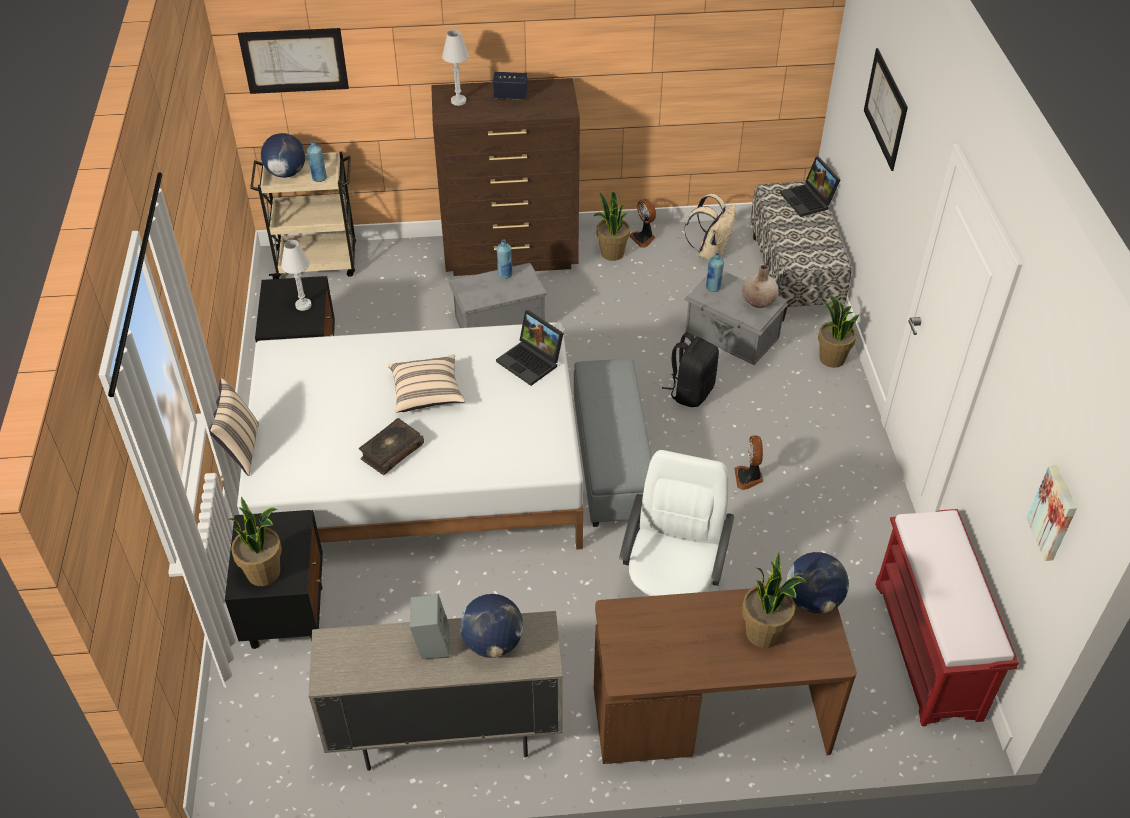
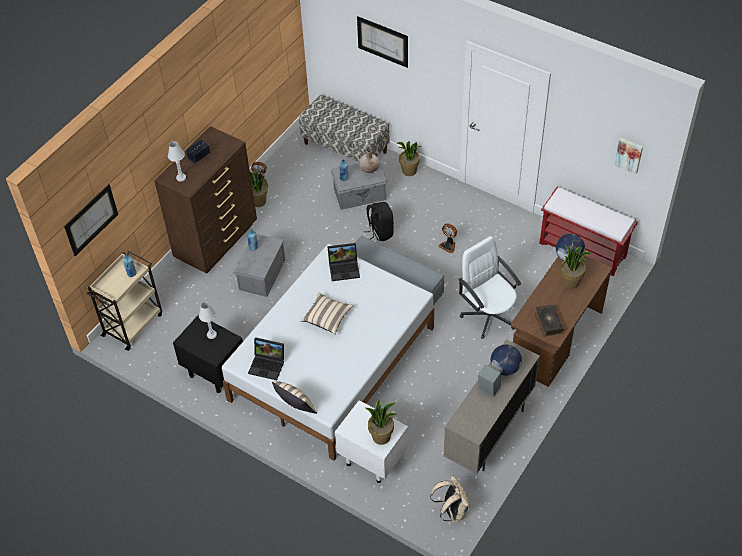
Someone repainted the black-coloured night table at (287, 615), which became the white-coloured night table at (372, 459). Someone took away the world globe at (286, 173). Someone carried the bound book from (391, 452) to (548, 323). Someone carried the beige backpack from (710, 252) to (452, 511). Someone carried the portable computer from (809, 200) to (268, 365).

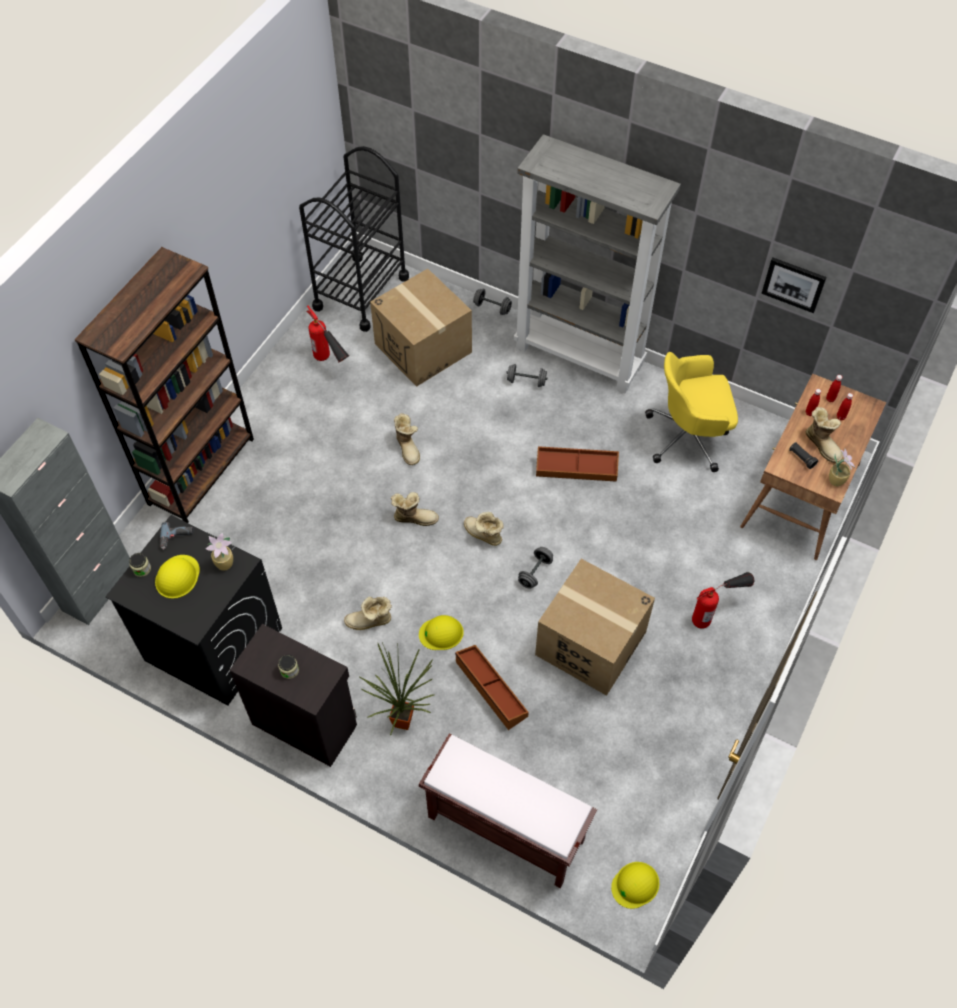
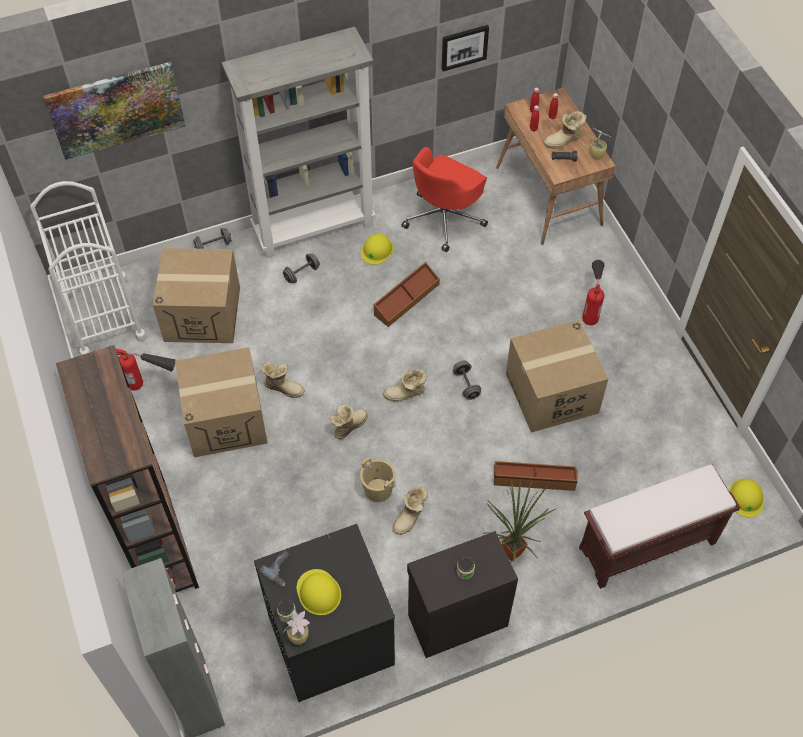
Someone carried the potted plant from (225, 564) to (299, 636). Someone repainted the black-coloured wheeled cart at (361, 292), which became the white-coloured wheeled cart at (104, 316). Someone carried the yellow work helmet from (441, 633) to (377, 250). Someone repainted the yellow desk chair at (689, 436), which became the reddish desk chair at (444, 218). Someone rotated the boot at (823, 444) by 150 degrees clockwise. Someone put up the wall art at (116, 109). Someone put down the cardboard box at (226, 418). Someone put down the beige bucket at (378, 490).

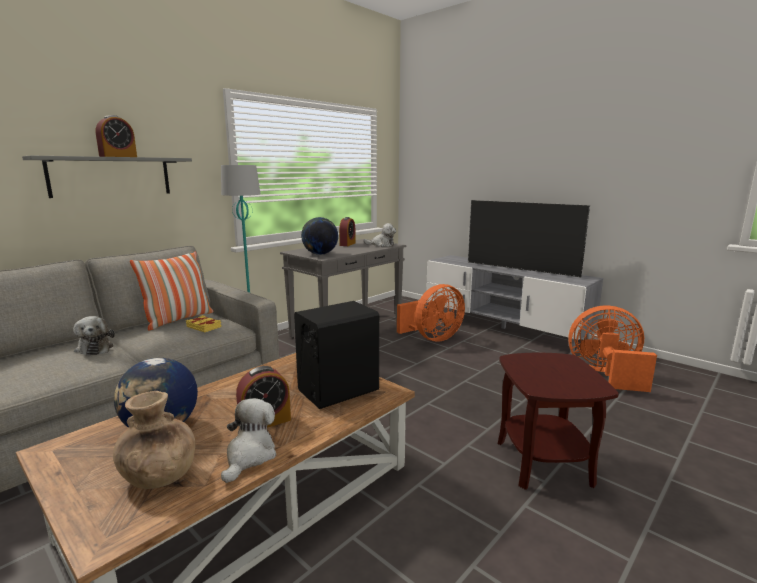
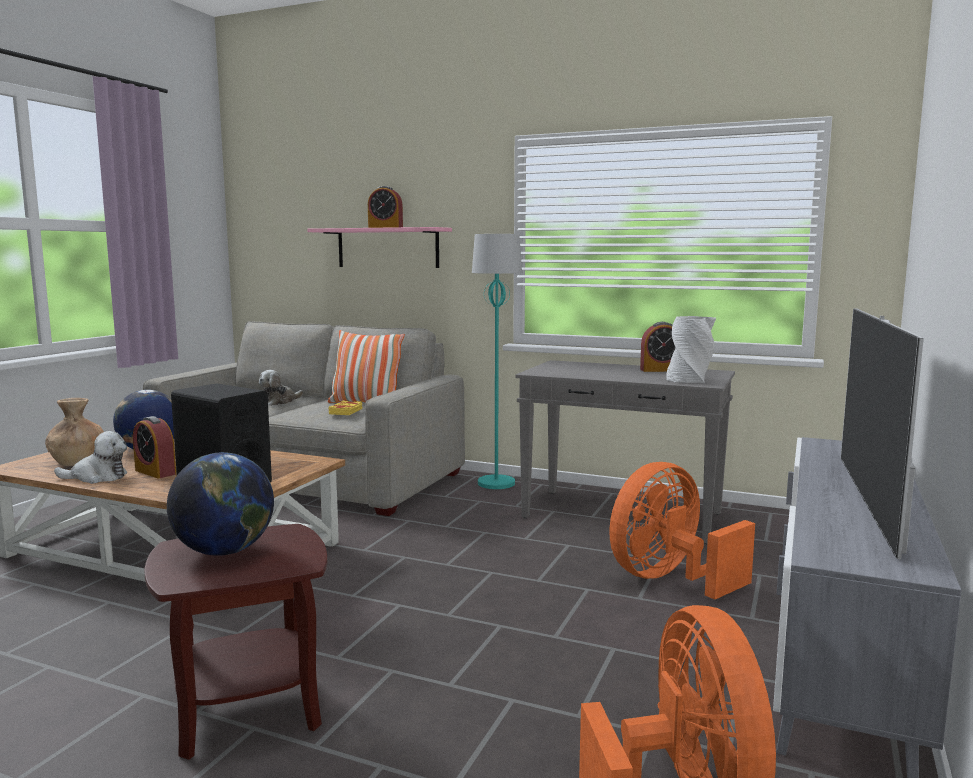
Someone repainted the gray wall shelf at (111, 176), which became the pink-coloured wall shelf at (387, 248). Someone carried the world globe from (320, 254) to (225, 552). Someone swapped the plush toy at (382, 245) for the gray vase at (689, 380). Someone rotated the orange cooling fan at (432, 338) by 105 degrees clockwise.

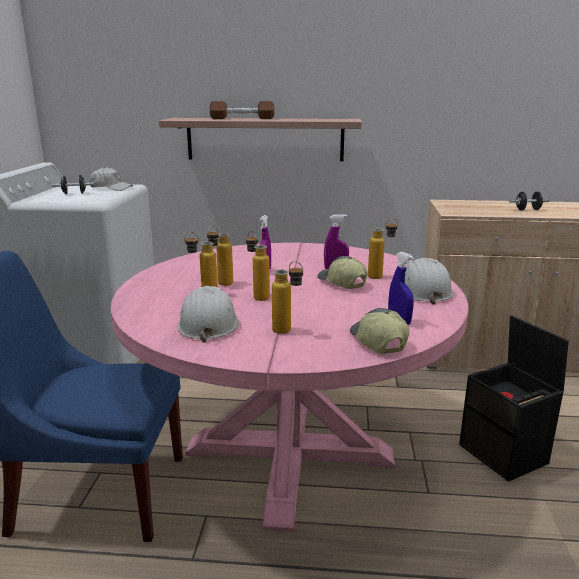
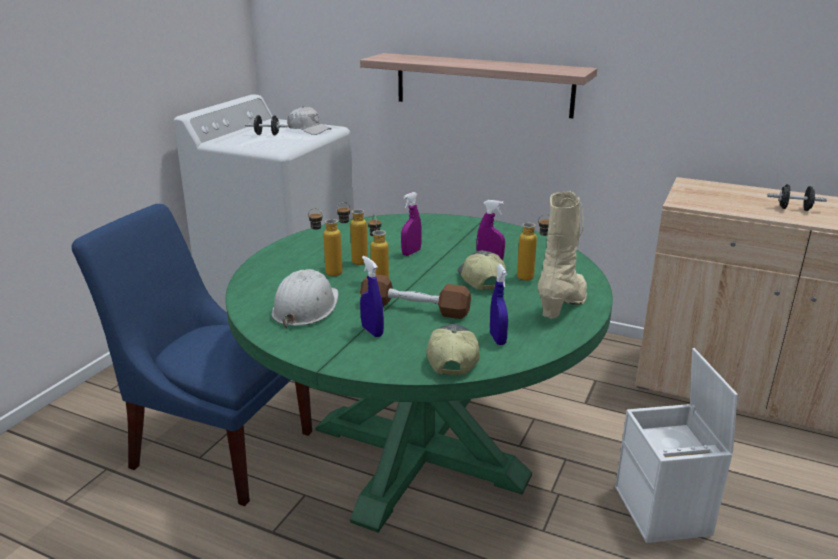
Someone repainted the pink-coloured dining table at (289, 453), which became the greenish dining table at (418, 452). Someone carried the brown hand weight from (242, 118) to (414, 308). Someone swapped the drink bottle at (288, 332) for the blue sprayer at (372, 331). Someone swapped the white-coloured work helmet at (423, 290) for the beige boot at (564, 304). Someone repainted the black-coloured storage container at (505, 454), which became the white-coloured storage container at (664, 511).

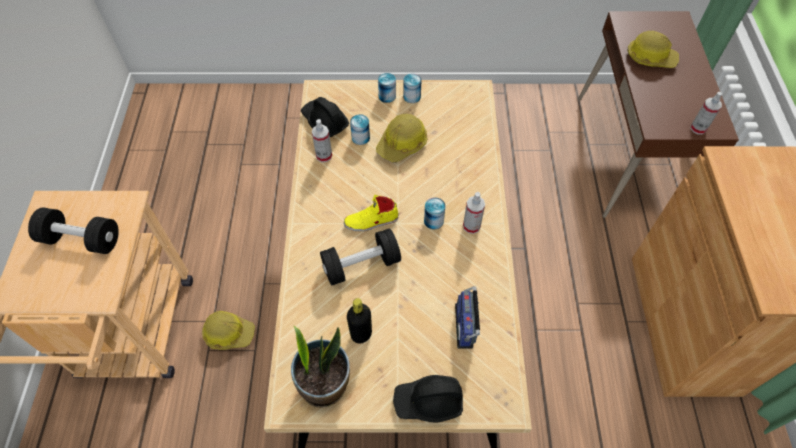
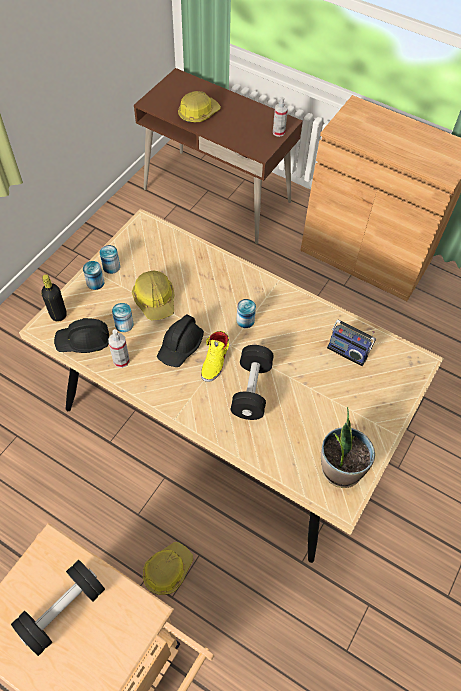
Someone carried the black-coloured drink bottle from (361, 334) to (58, 315). Someone carried the black-coloured work helmet from (428, 401) to (180, 346). Someone took away the sprayer at (471, 226).

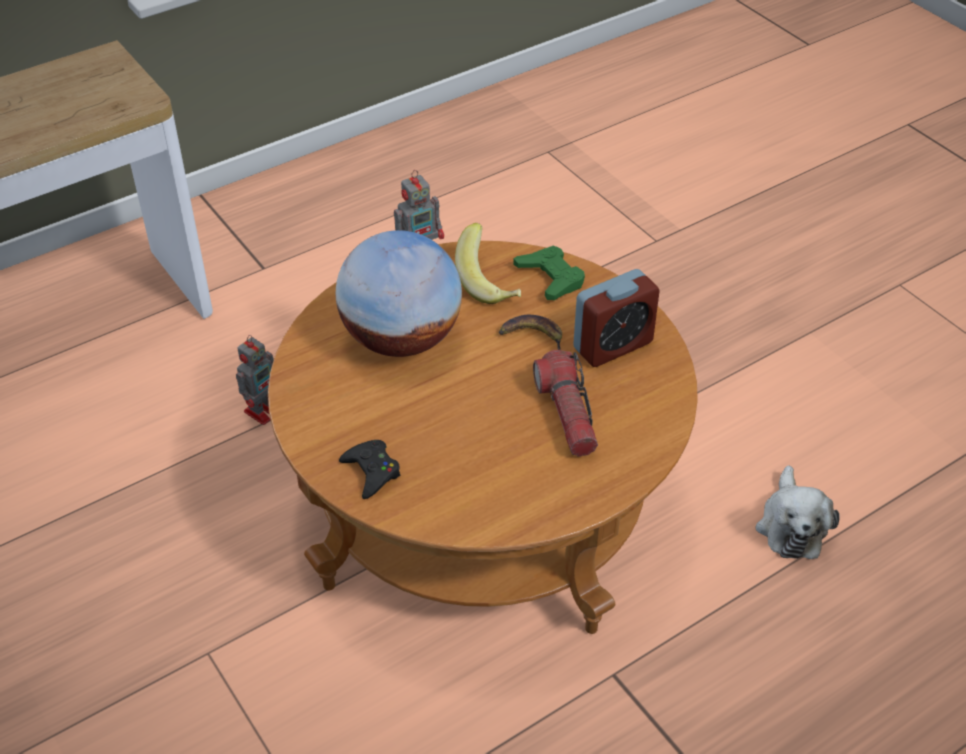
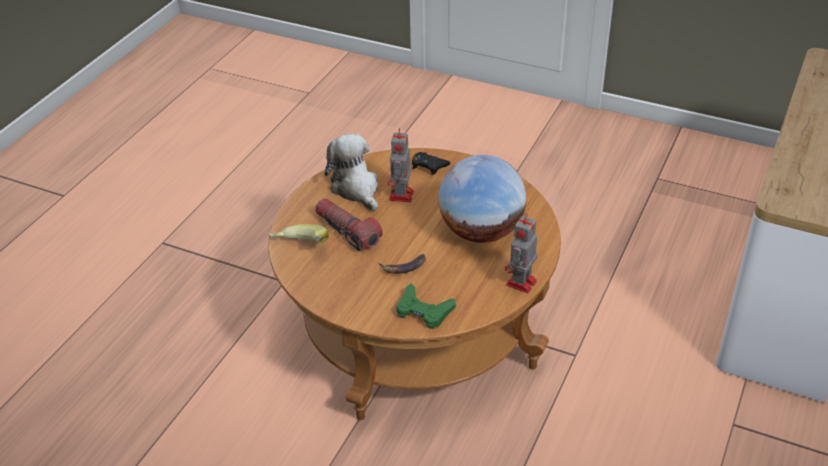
Someone carried the robot figure from (263, 410) to (401, 196). Someone carried the banana from (490, 283) to (299, 248). Someone took away the alarm clock at (613, 345). Someone carried the plush toy from (791, 525) to (356, 188).

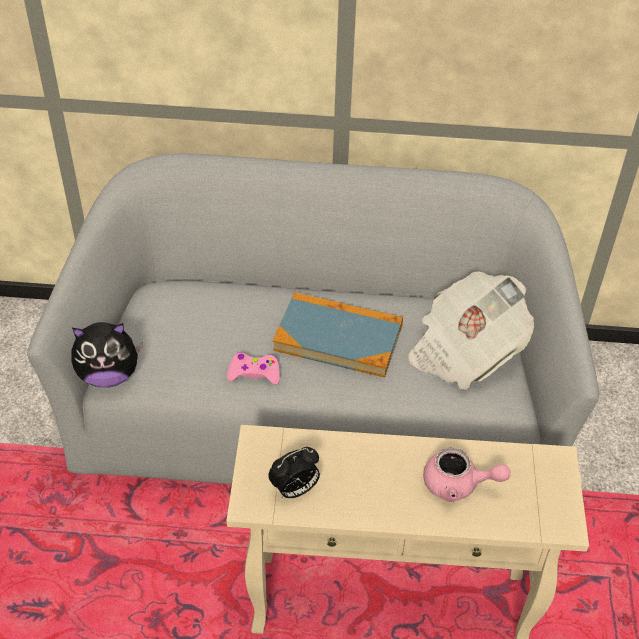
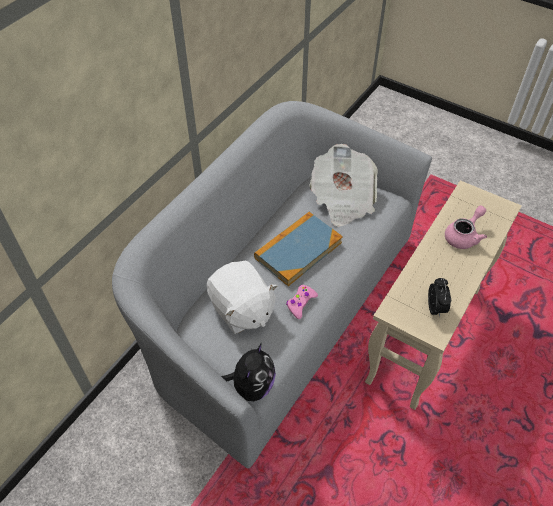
Someone put down the white-coloured plush toy at (241, 310).

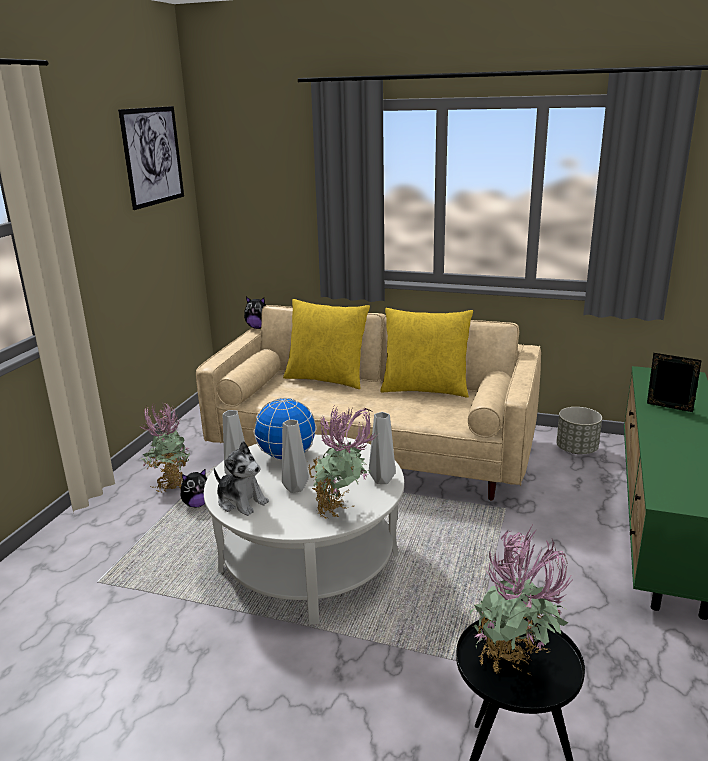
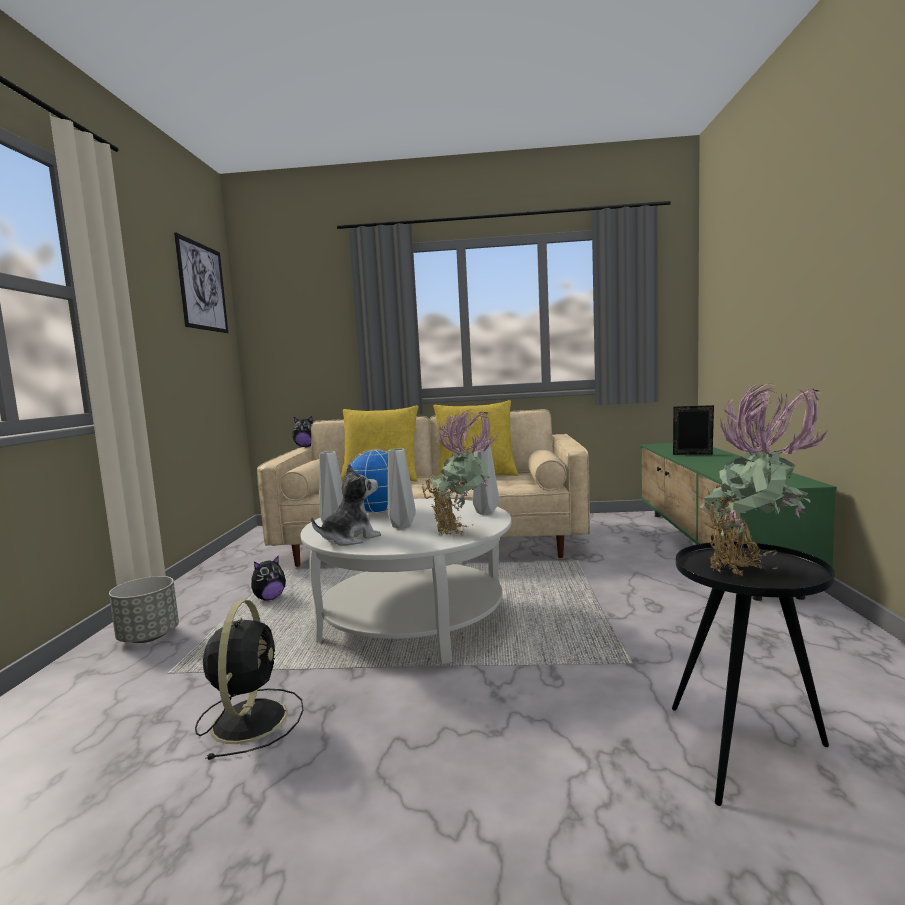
Someone took away the potted plant at (170, 484). Someone rotated the plush toy at (241, 501) by 60 degrees counterclockwise. Someone carried the gray planter from (577, 449) to (149, 637). Someone put down the black-coloured cooling fan at (250, 718).

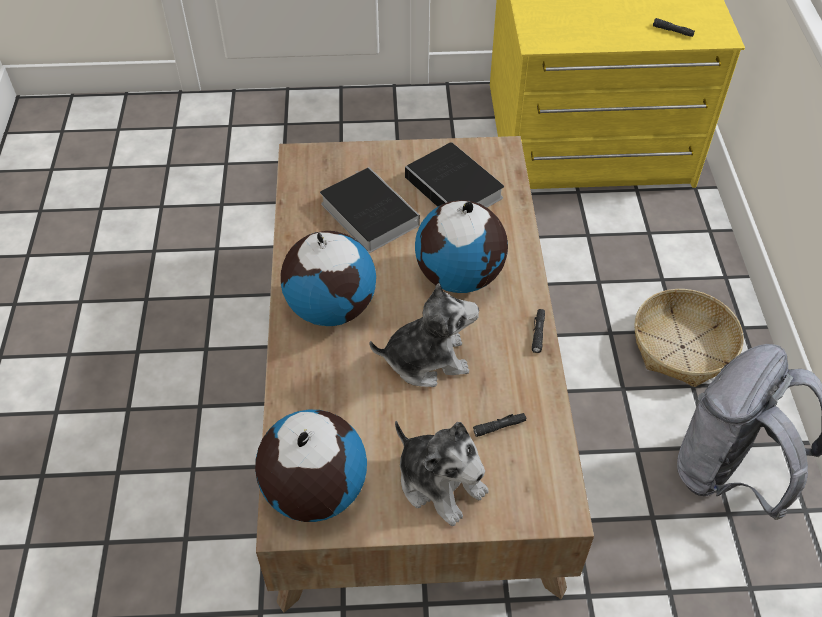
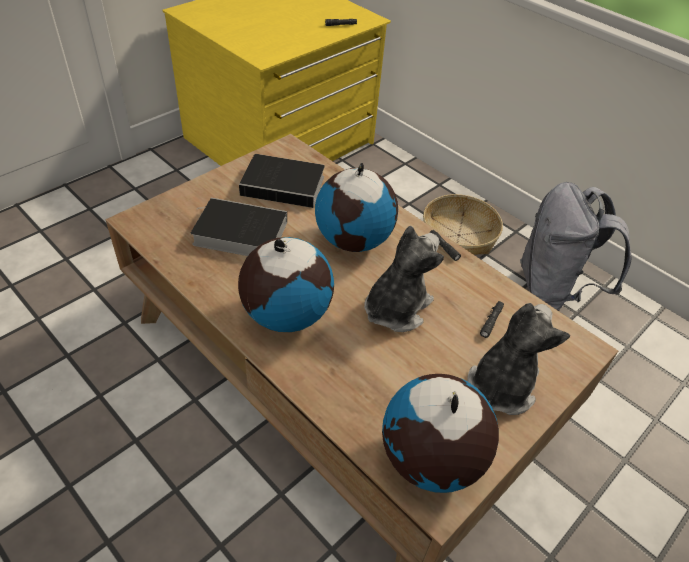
Someone rotated the plush toy at (440, 482) by 60 degrees counterclockwise.

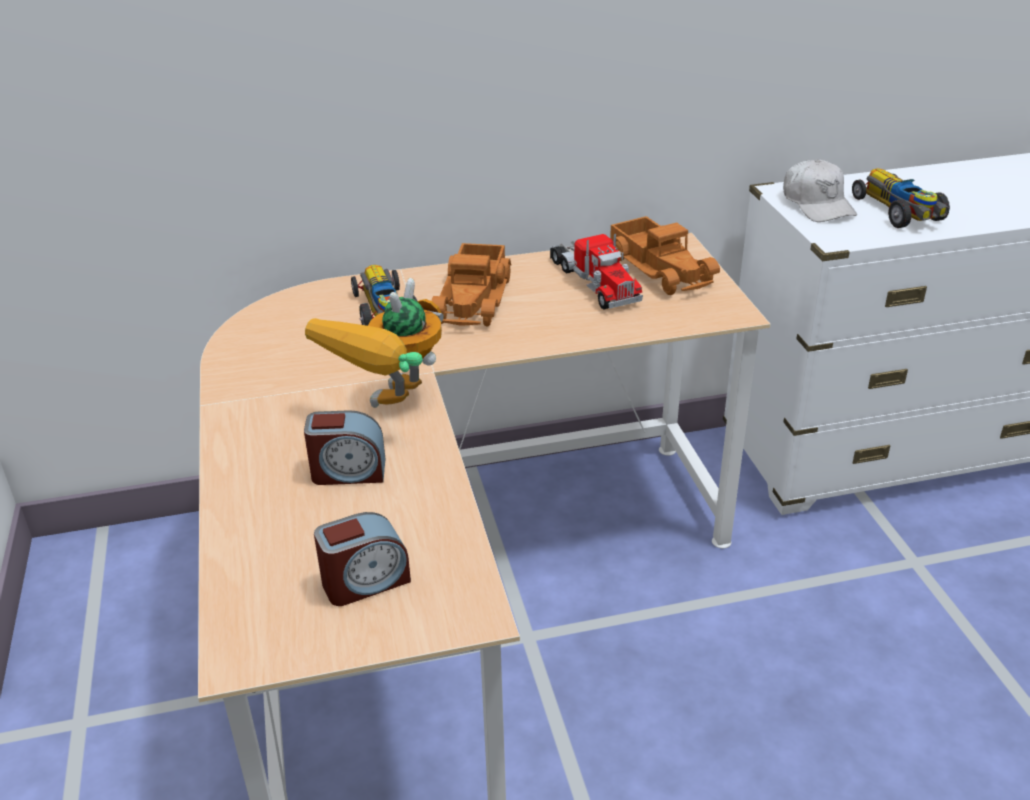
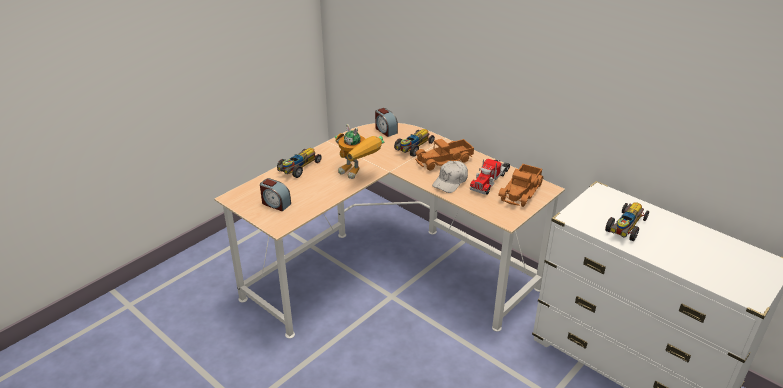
Someone carried the alarm clock from (348, 472) to (385, 130). Someone rotated the robot figure at (394, 412) by 135 degrees counterclockwise. Someone carried the white-coloured baseball cap from (817, 204) to (450, 182). Someone put down the model car at (298, 168).

